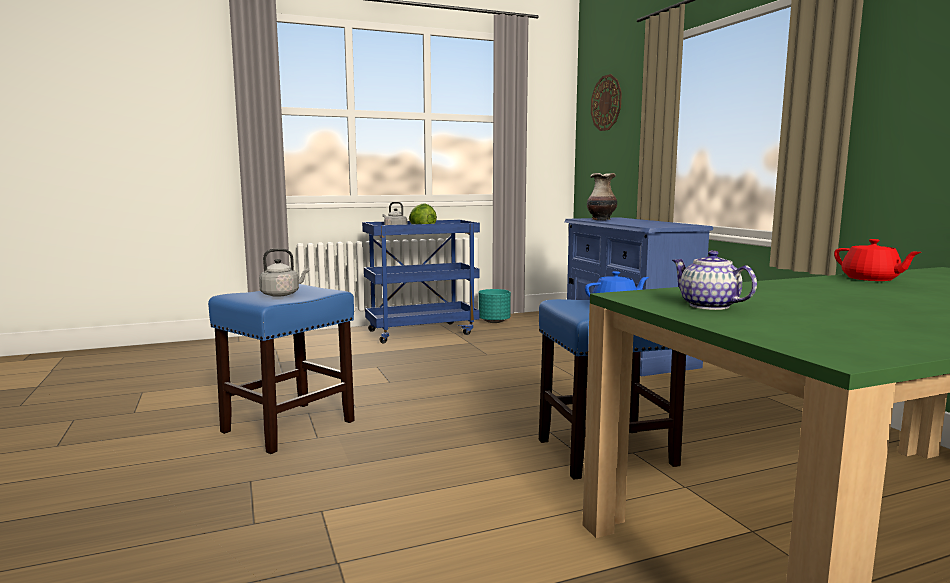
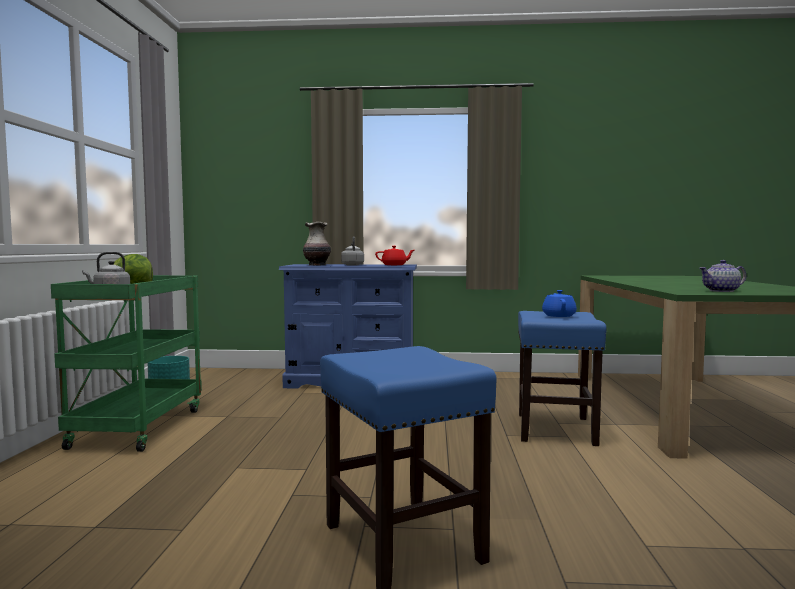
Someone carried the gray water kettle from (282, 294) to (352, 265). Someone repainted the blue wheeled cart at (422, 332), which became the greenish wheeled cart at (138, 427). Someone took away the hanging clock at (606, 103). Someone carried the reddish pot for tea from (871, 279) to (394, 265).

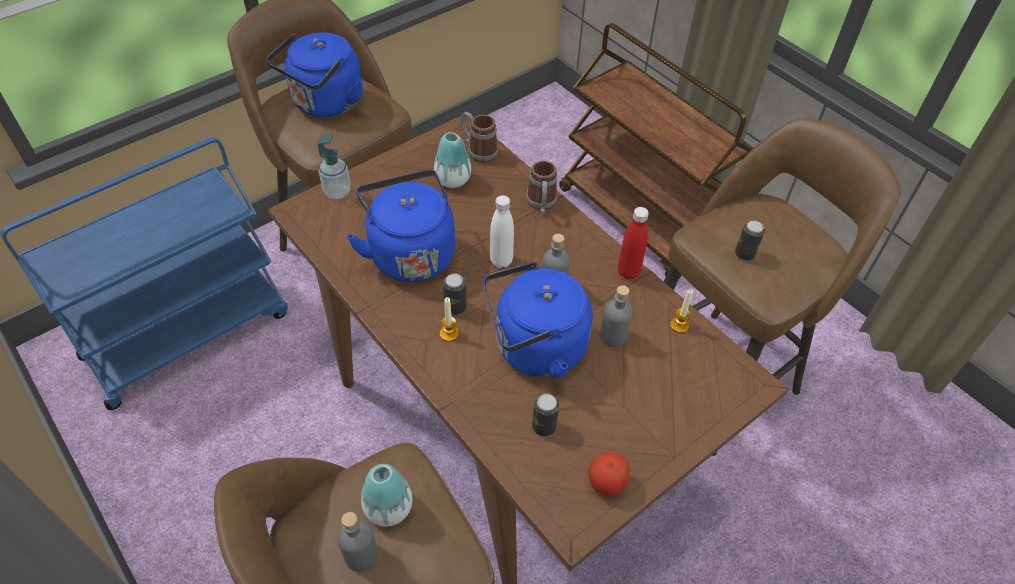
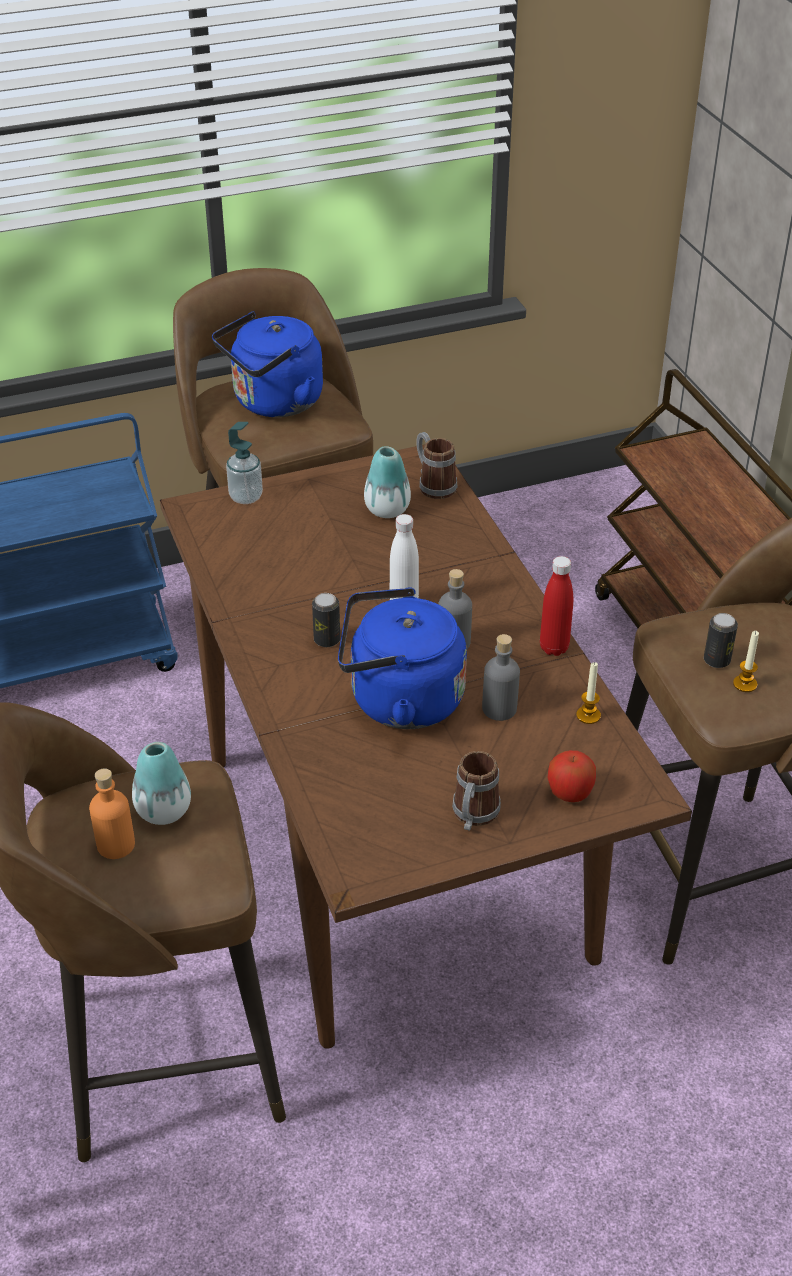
Someone repainted the gray drink bottle at (361, 555), which became the orange drink bottle at (116, 845). Someone took away the blue water kettle at (410, 253). Someone carried the wax light from (449, 333) to (745, 684). Someone carried the coffee mug from (541, 204) to (473, 816). Someone took away the can at (544, 426). Someone carried the apple fruit from (606, 483) to (569, 793).

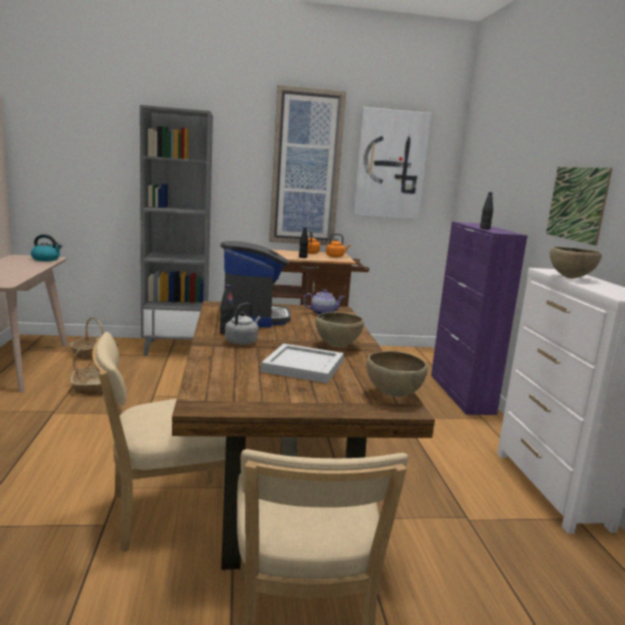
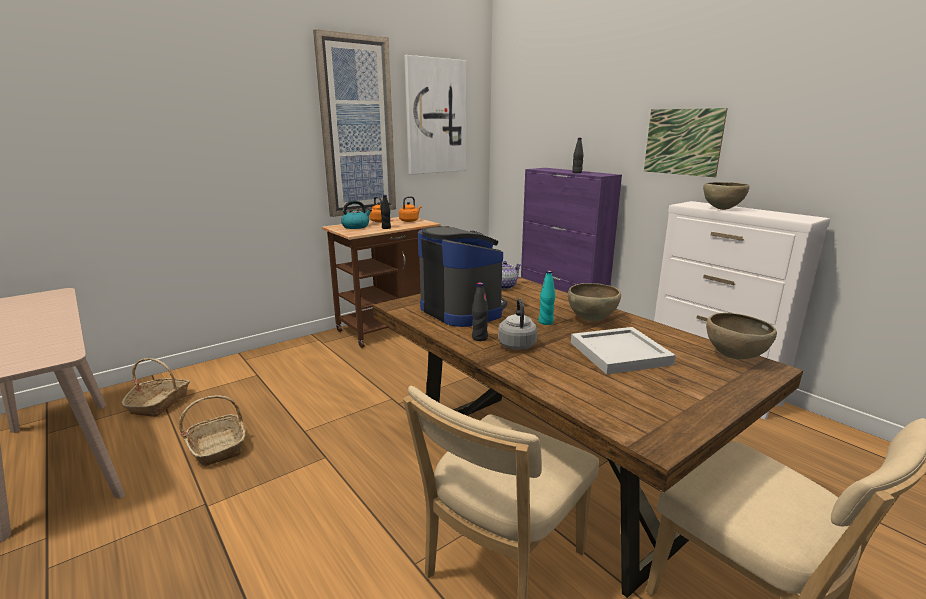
Someone carried the water kettle from (46, 259) to (356, 226). Someone took away the gray bookshelf at (176, 348). Someone put down the turquoise-coloured drink bottle at (546, 322).

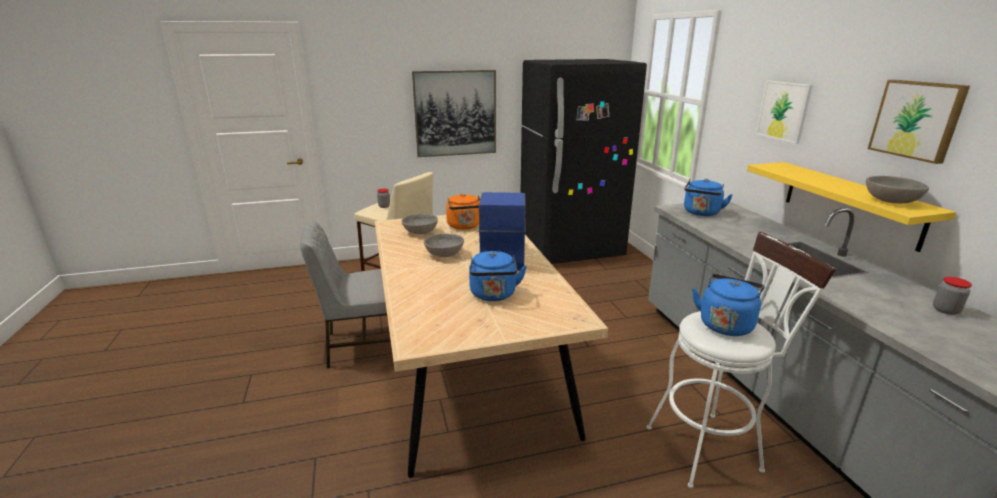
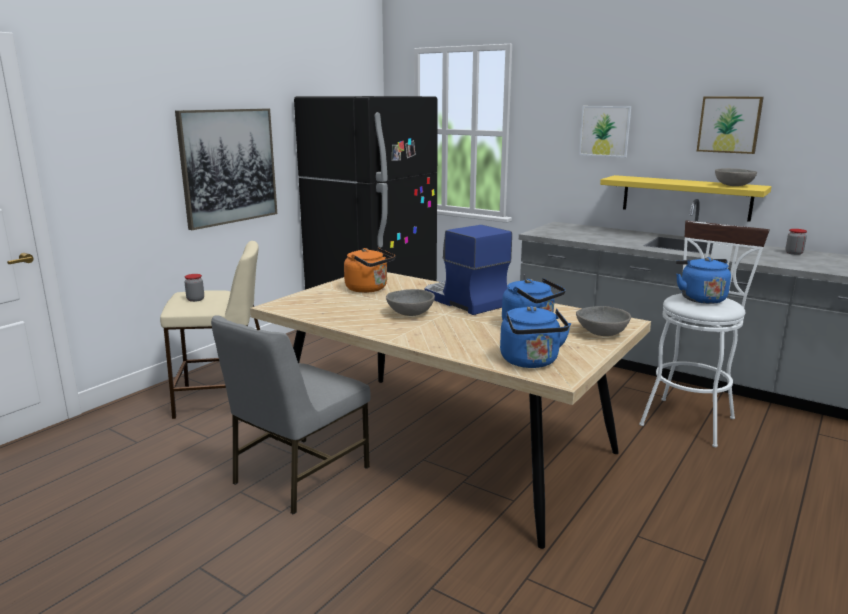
Someone carried the gray serving bowl from (421, 232) to (601, 333). Someone carried the blue water kettle from (701, 213) to (531, 362).

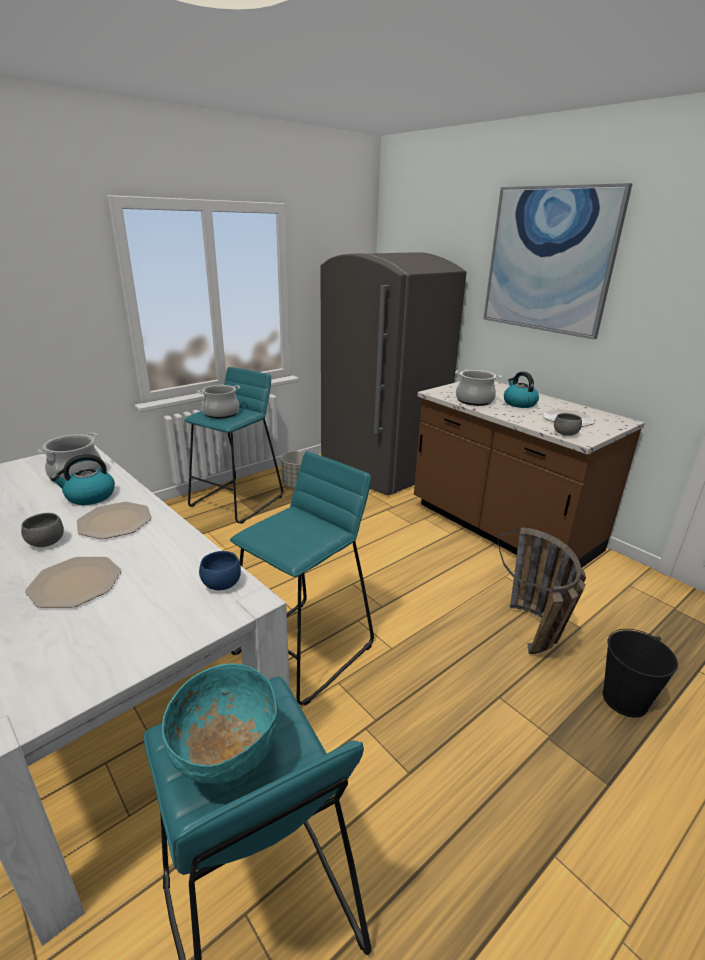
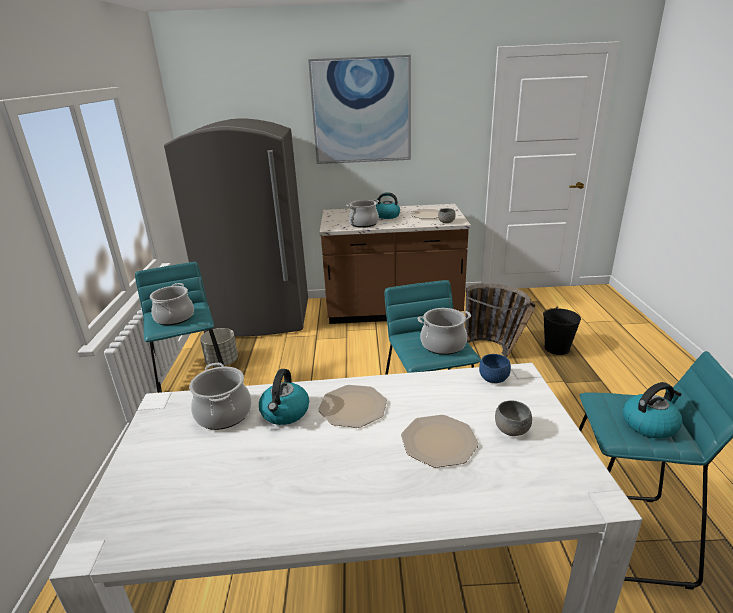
Someone carried the gray serving bowl from (46, 543) to (512, 430). Someone swapped the turquoise-coloured serving bowl at (228, 764) for the water kettle at (649, 424). Someone put down the cooking pot at (443, 345).

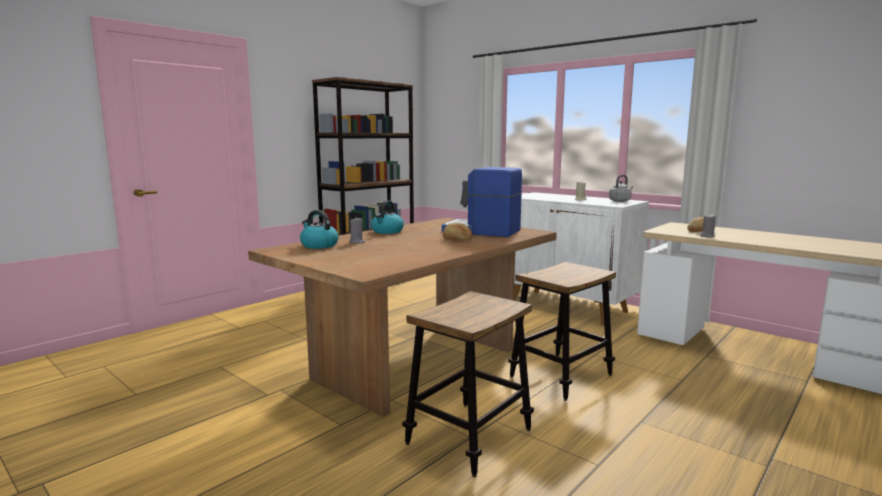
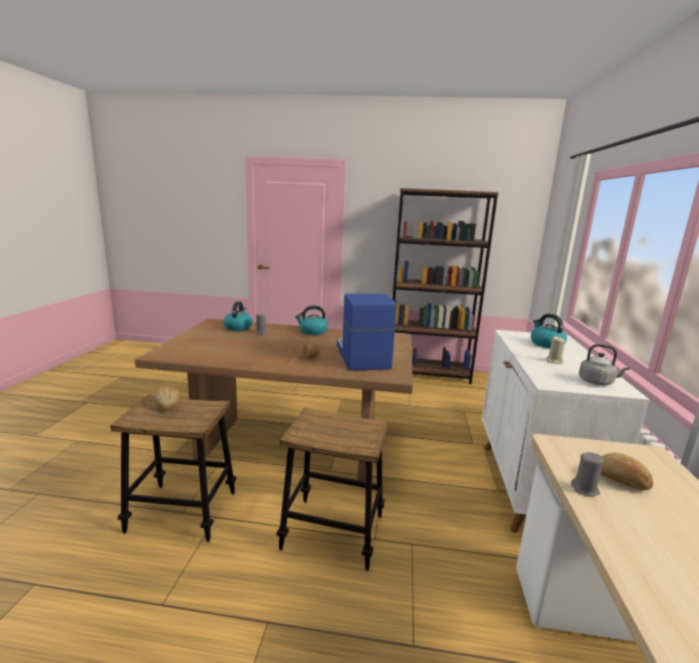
Someone put down the bread at (167, 404). Someone put down the water kettle at (546, 344).

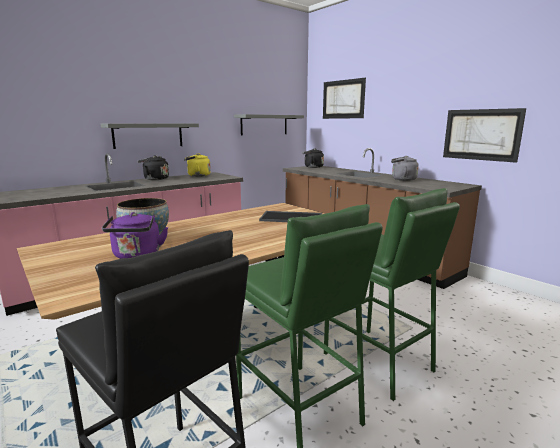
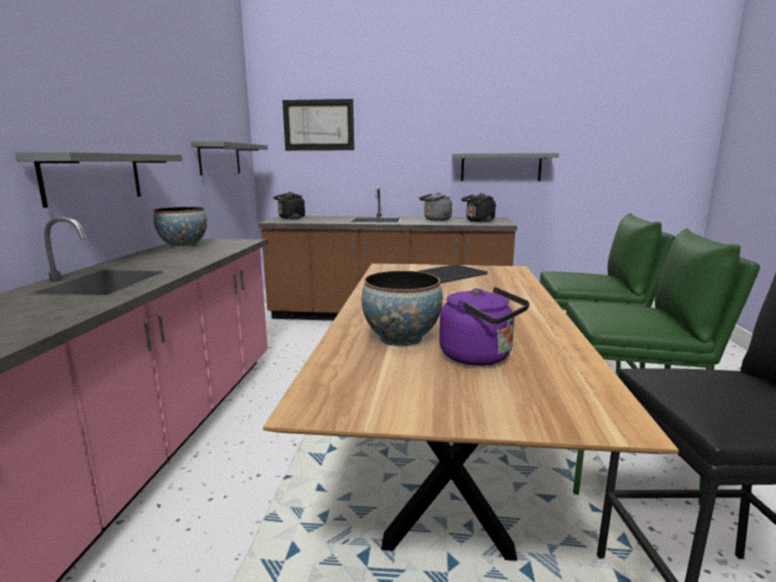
Someone carried the black-coloured water kettle from (154, 179) to (479, 221). Someone swapped the yellow water kettle at (197, 175) for the serving bowl at (183, 246). Someone swapped the wall art at (481, 134) for the gray wall shelf at (500, 167).

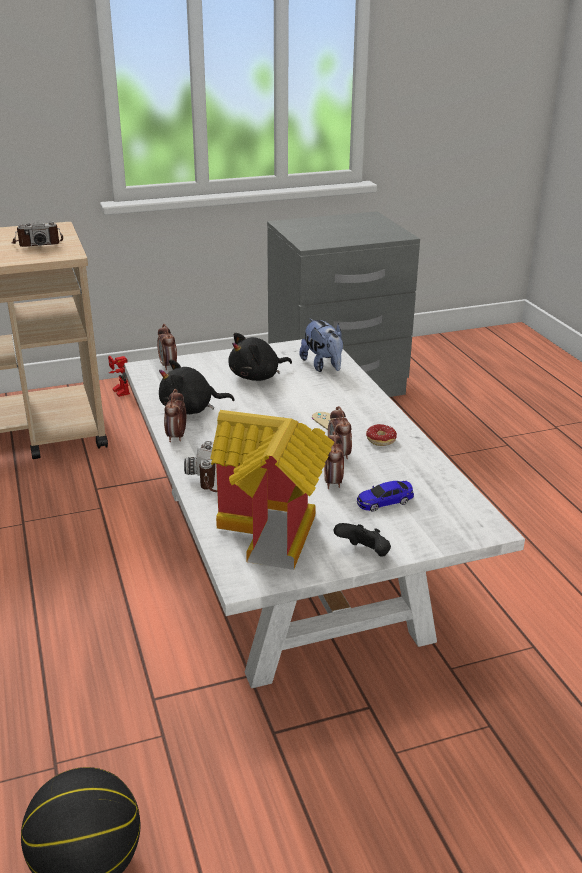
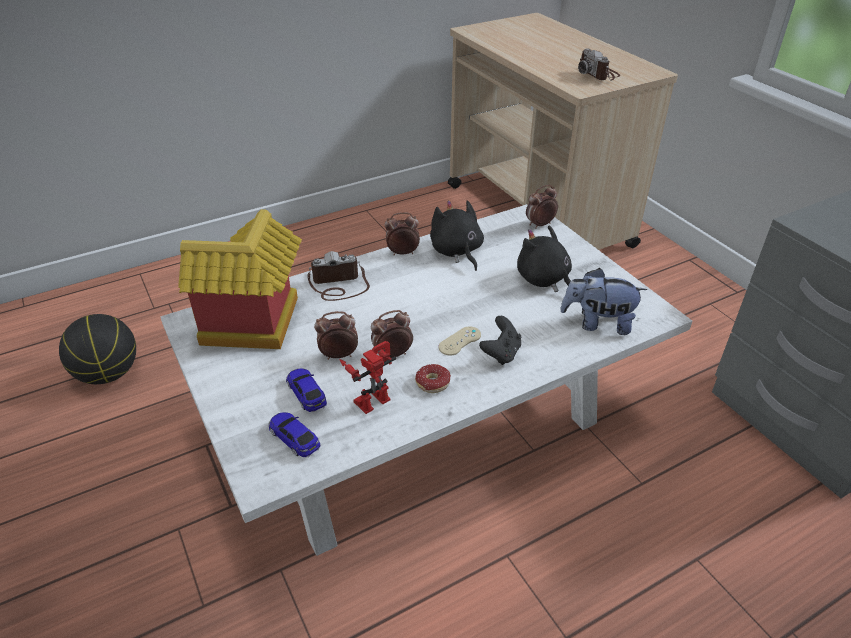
Someone carried the robot figure from (118, 391) to (371, 397). Someone rotated the plush toy at (323, 366) by 45 degrees clockwise. Someone carried the black-coloured game controller from (364, 554) to (501, 353). Someone put down the model car at (294, 438).

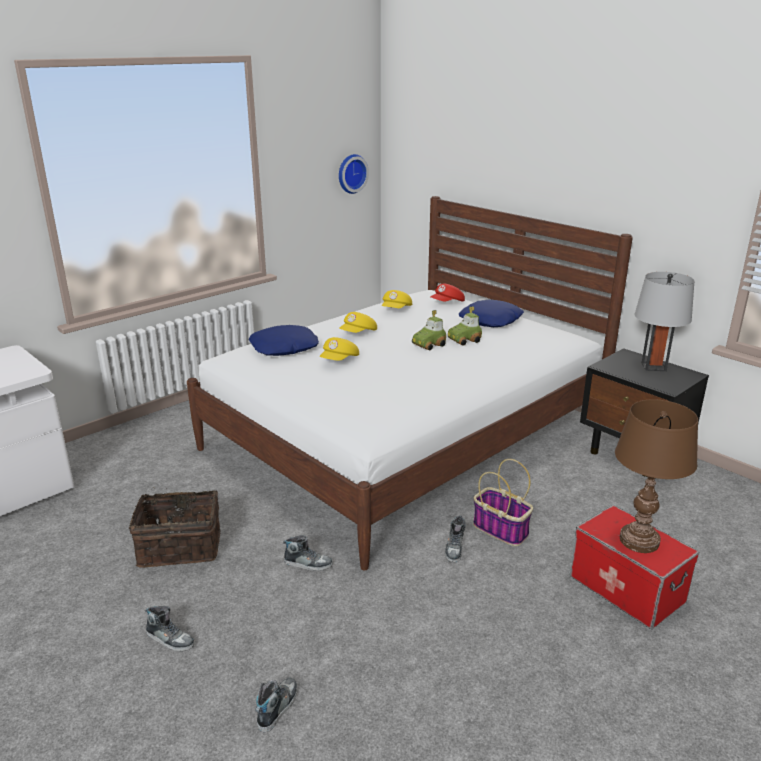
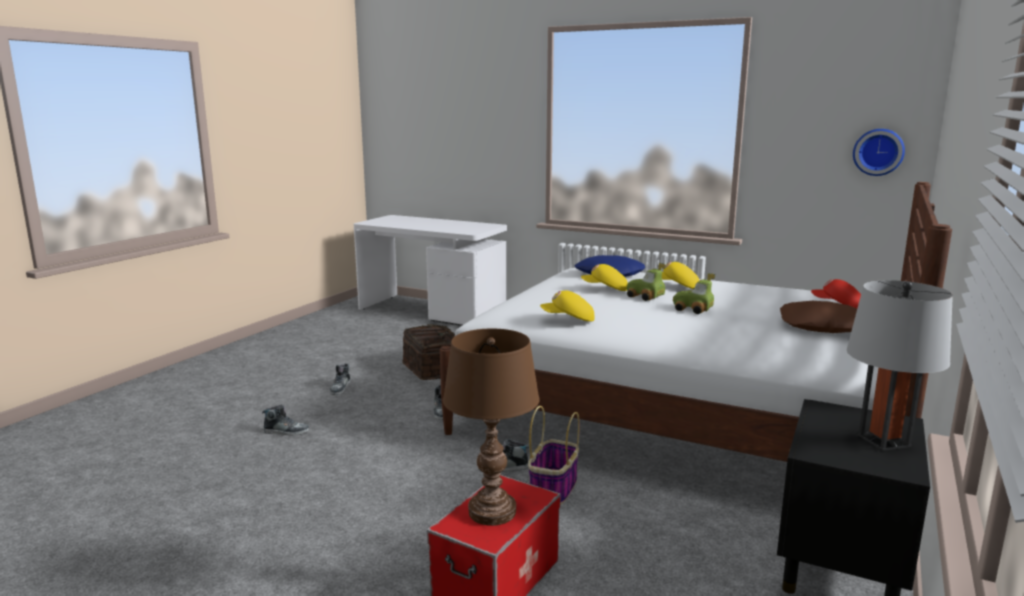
Someone carried the yellow baseball cap from (396, 310) to (568, 319). Someone carried the model car from (464, 340) to (644, 297). Someone repainted the blue pillow at (491, 320), which became the brown pillow at (821, 327).

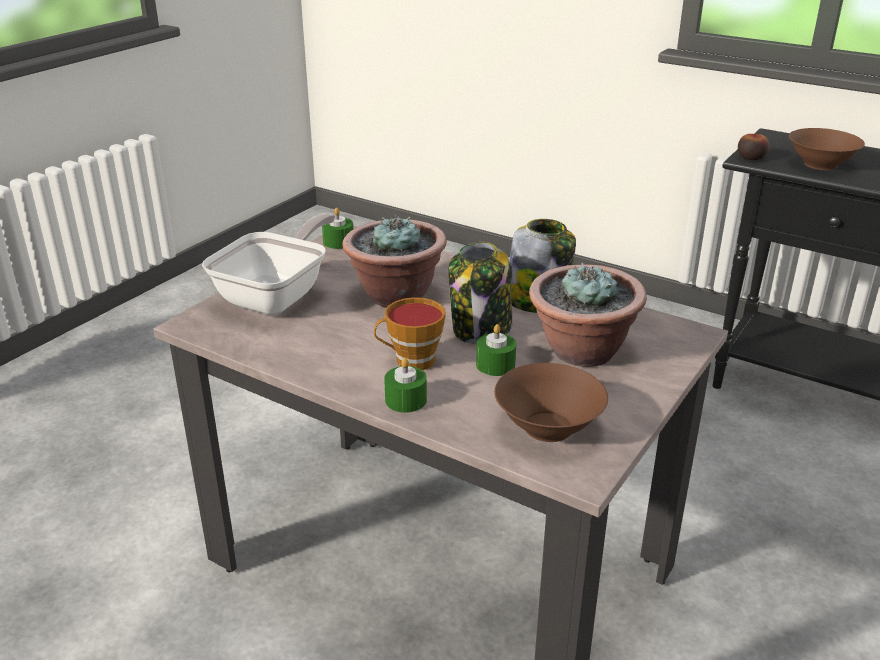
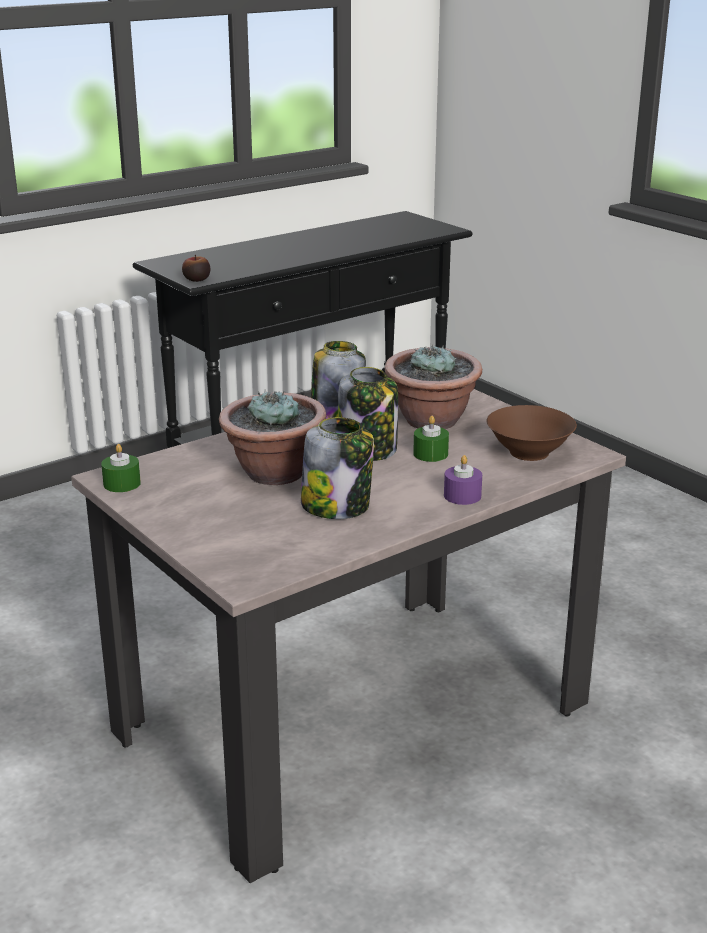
Someone took away the pan at (278, 295). Someone took away the small cup at (410, 361). Someone repainted the greenish wax light at (406, 400), which became the purple wax light at (462, 496). Someone took away the brown serving bowl at (819, 164). Someone put down the preserve jar at (337, 506).

